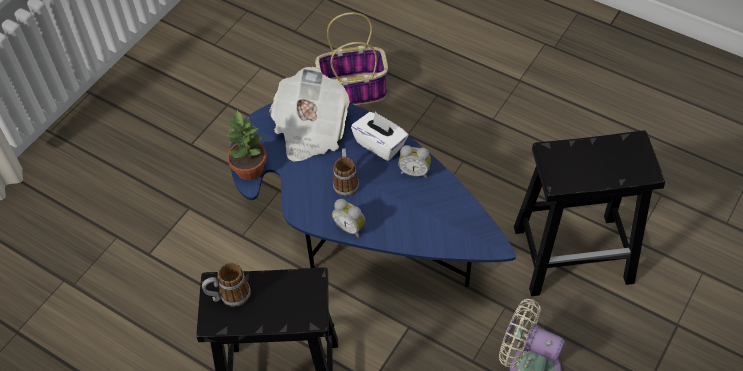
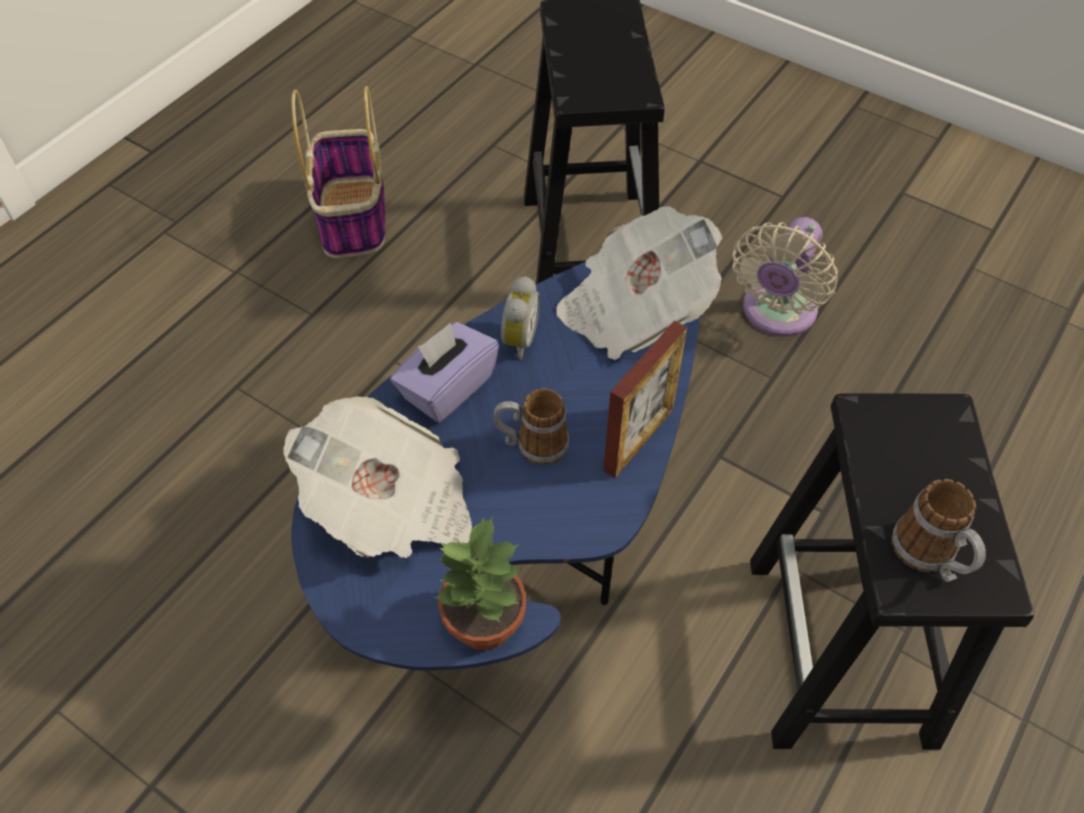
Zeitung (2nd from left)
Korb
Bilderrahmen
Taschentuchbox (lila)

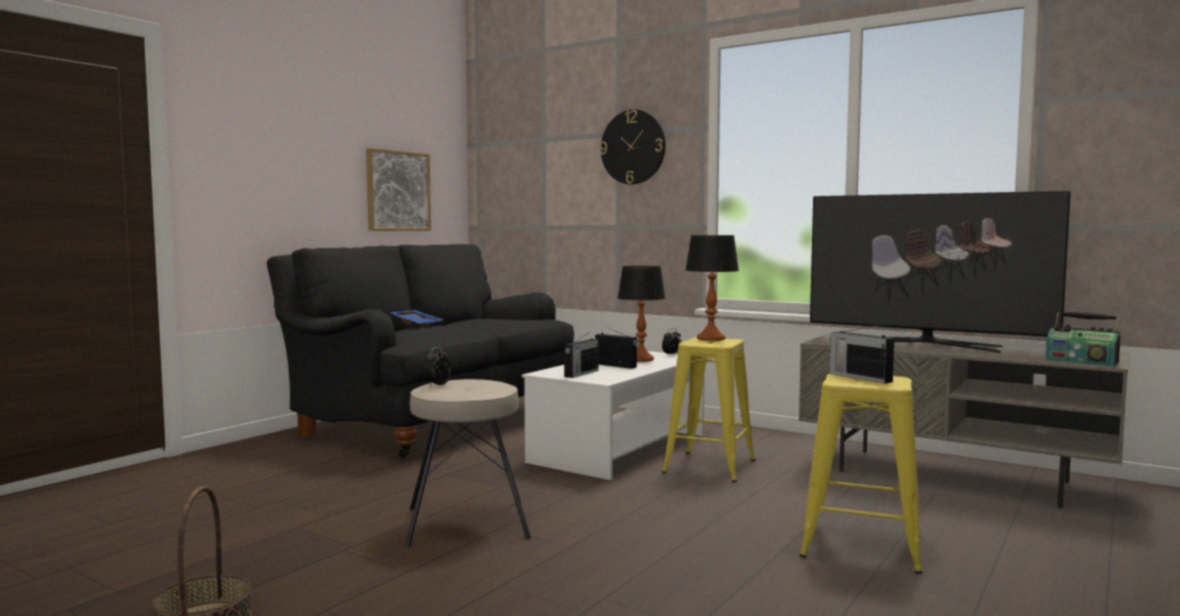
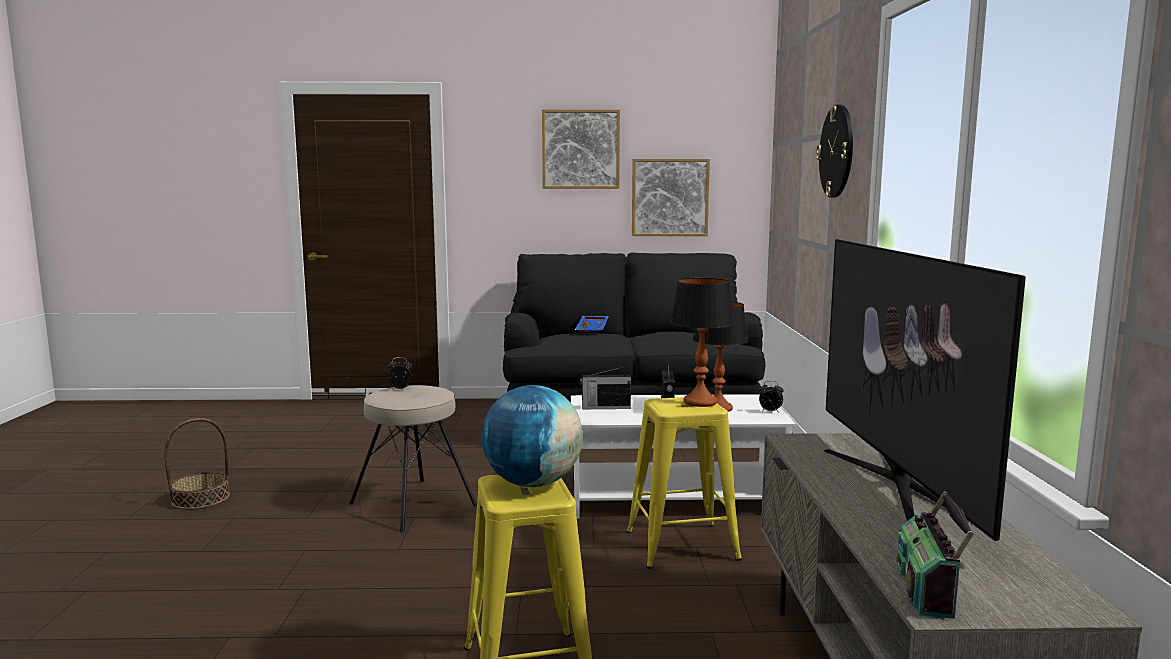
Bild (1st from left)
Globus

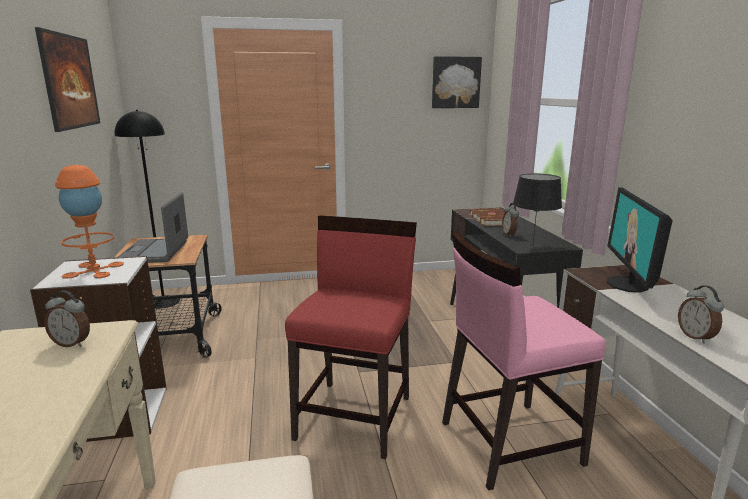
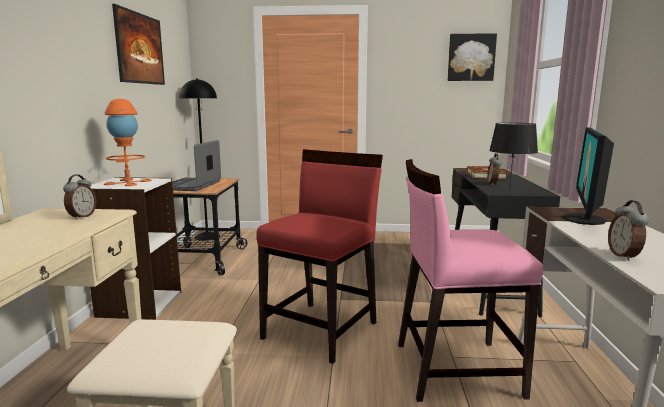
Wecker (1st from left)

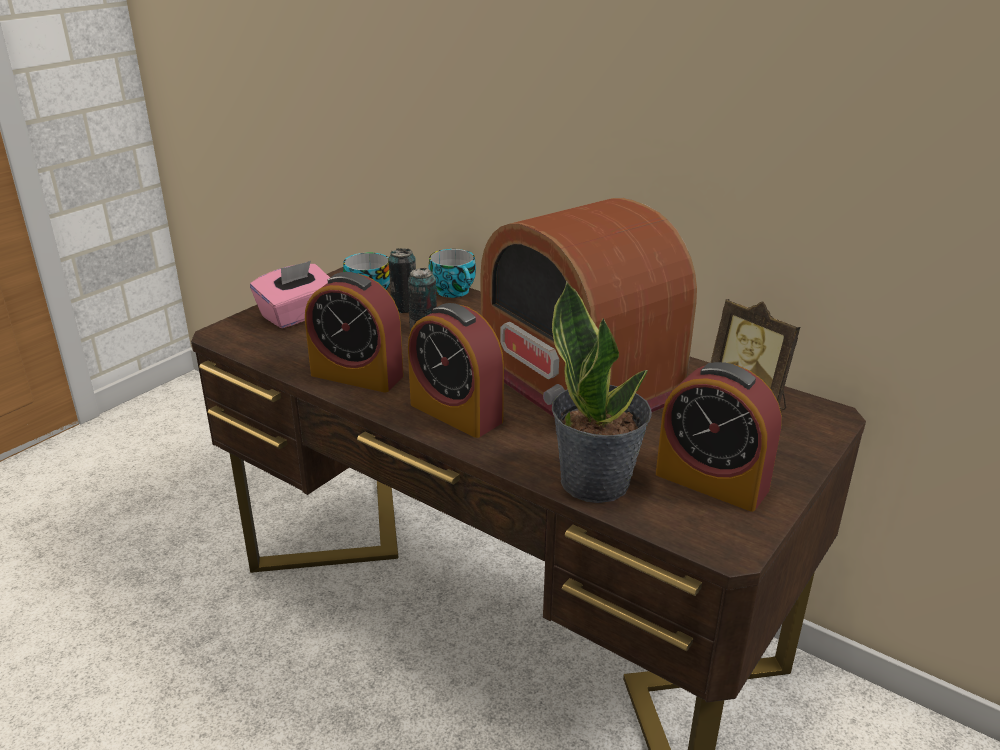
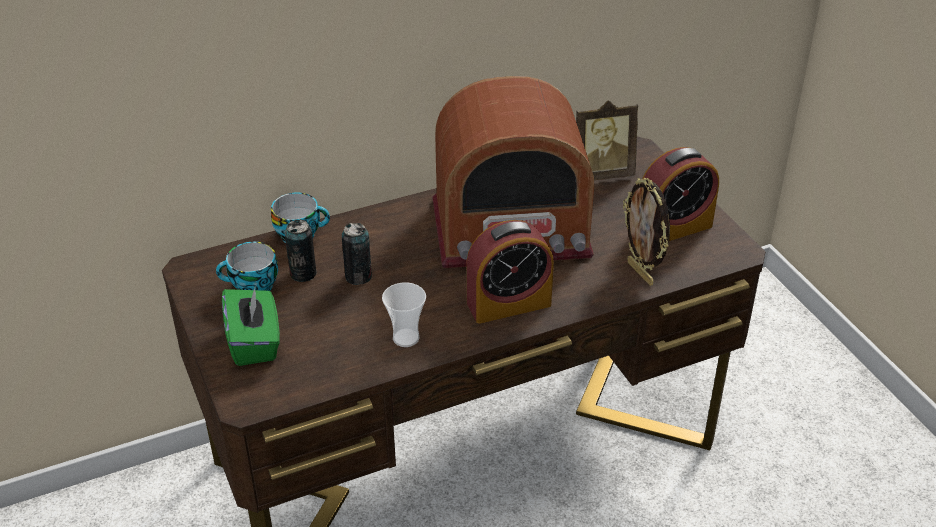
Tasse (3rd from left)
Bilderrahmen (2nd from left)
Taschentuchbox (grün)

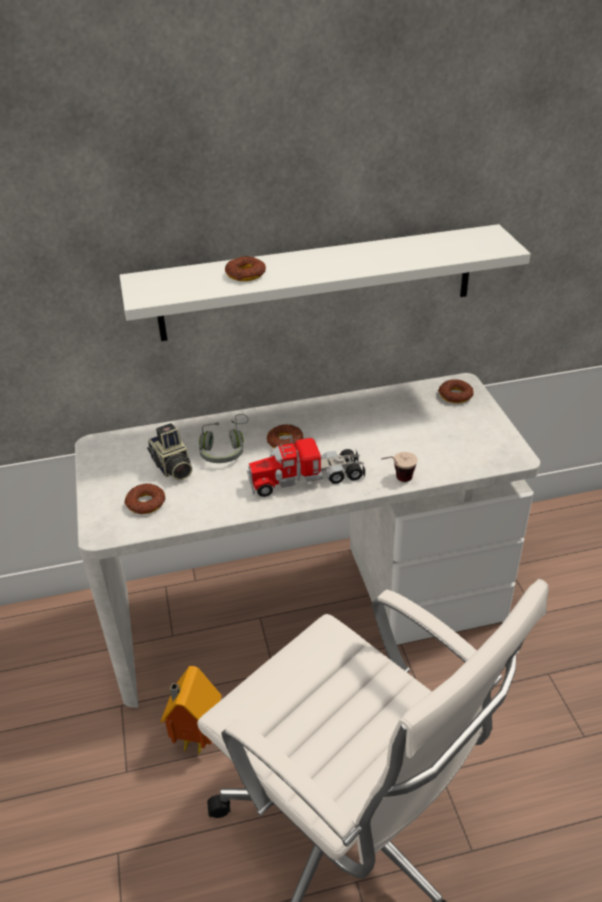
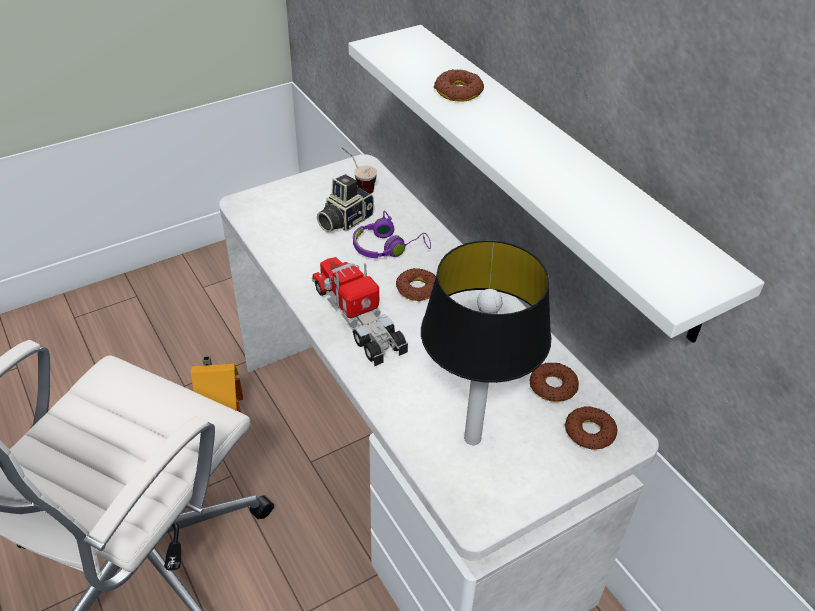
Tischlampe
Donut (3rd from left)
Tasse
Kopfhörer (lila)

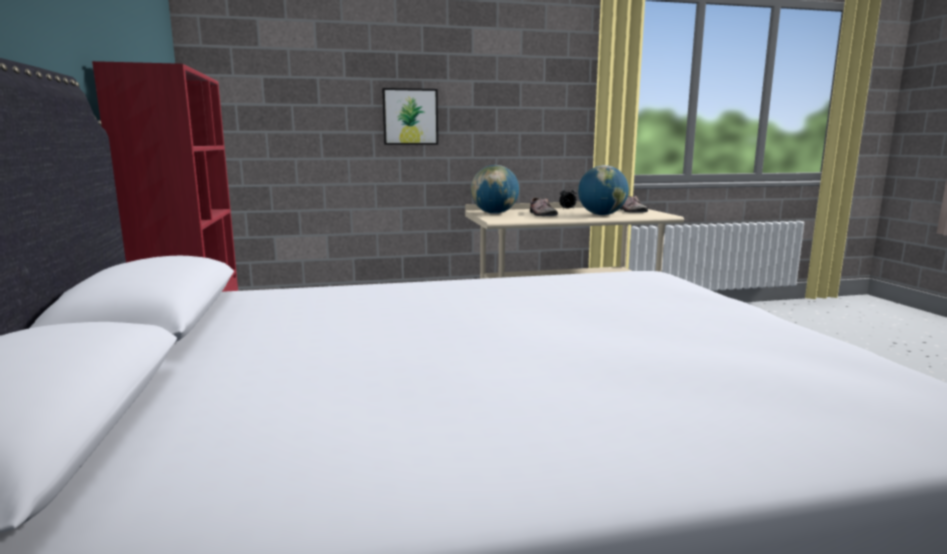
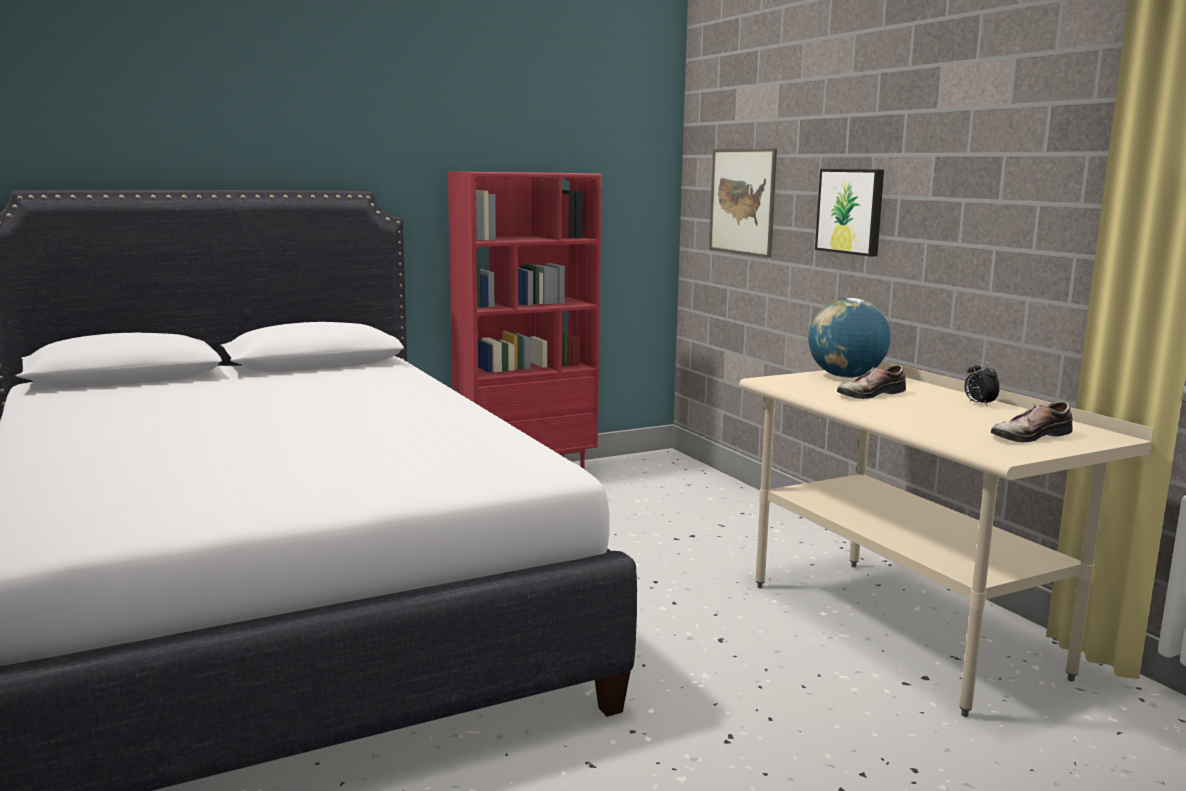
Globus (2nd from left in the first image)
Bild (1st from left)

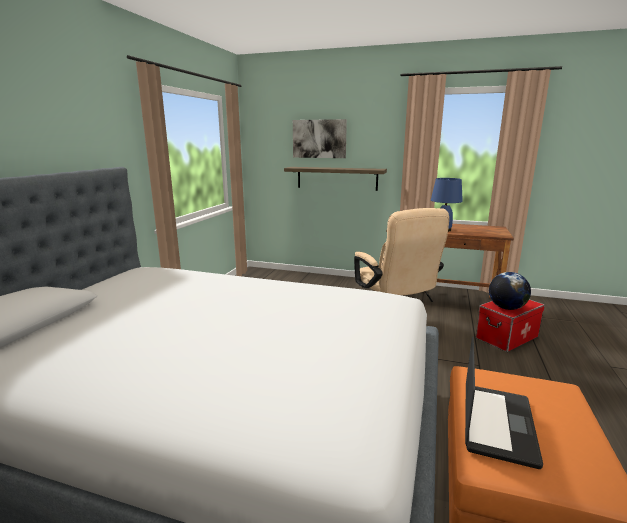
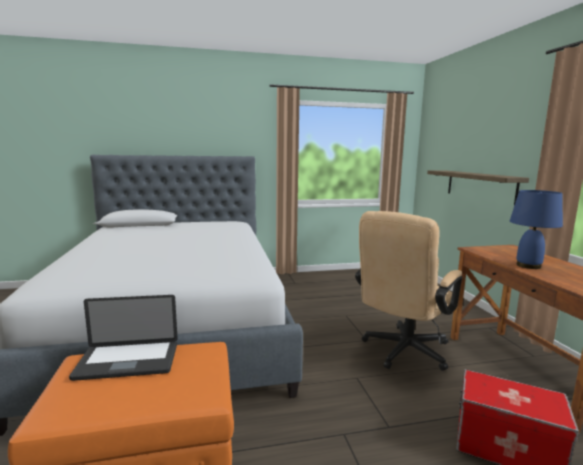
Bild
Globus

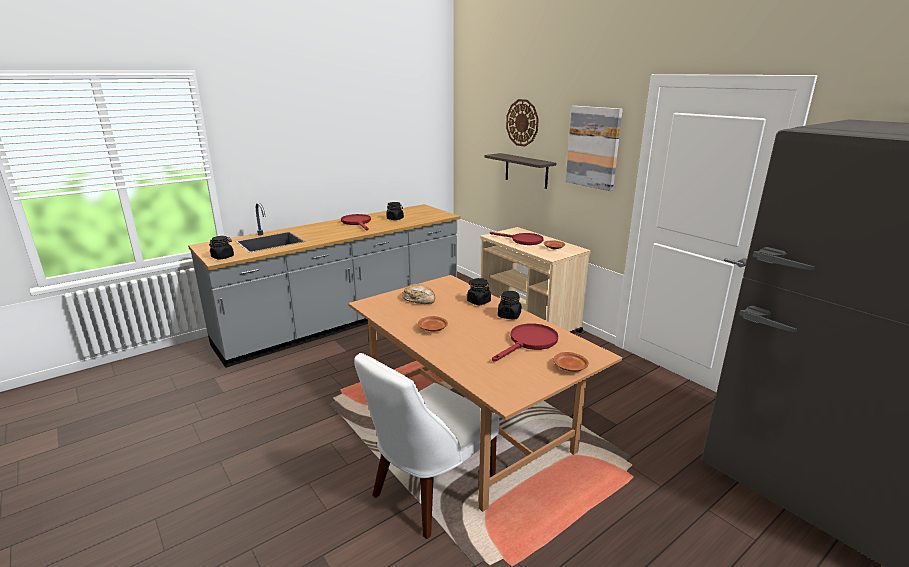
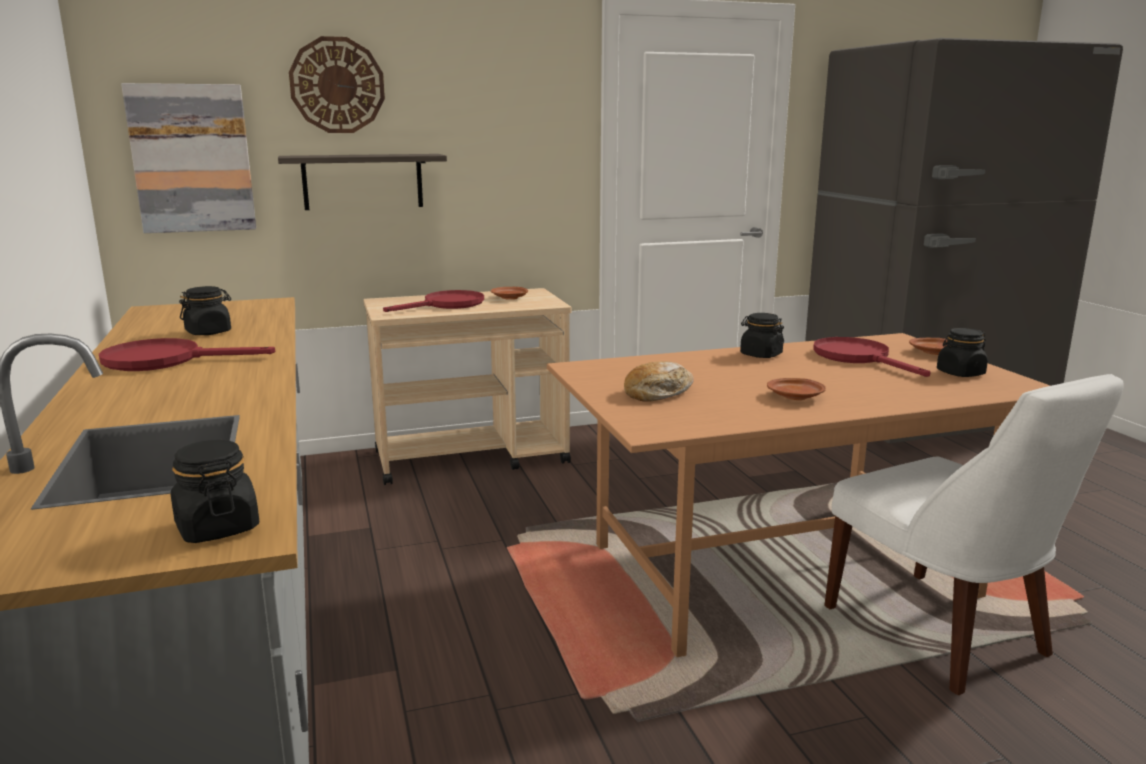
Vorratsglas (schwarz) (4th from left)
Bild

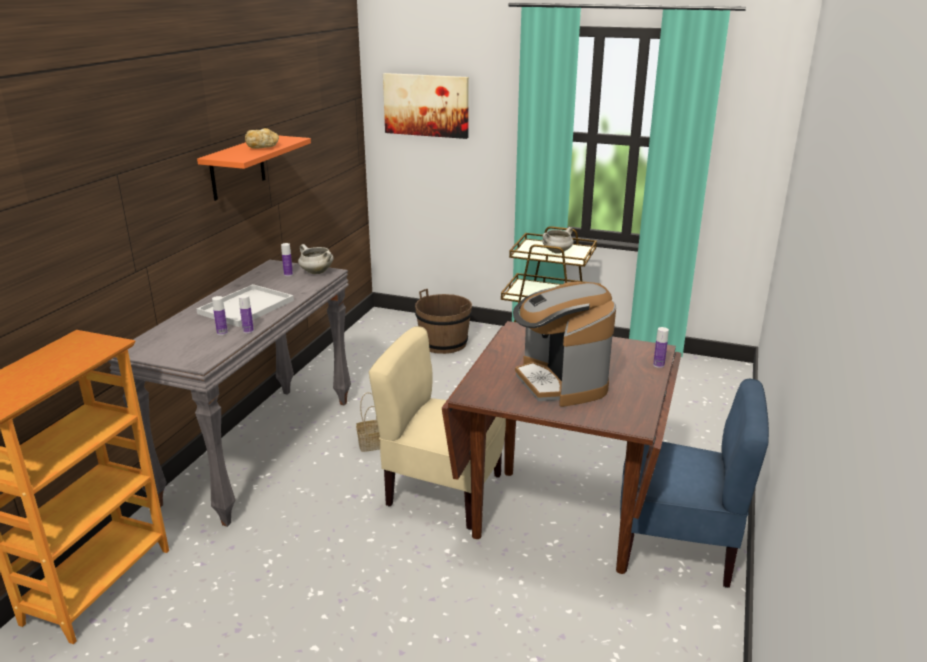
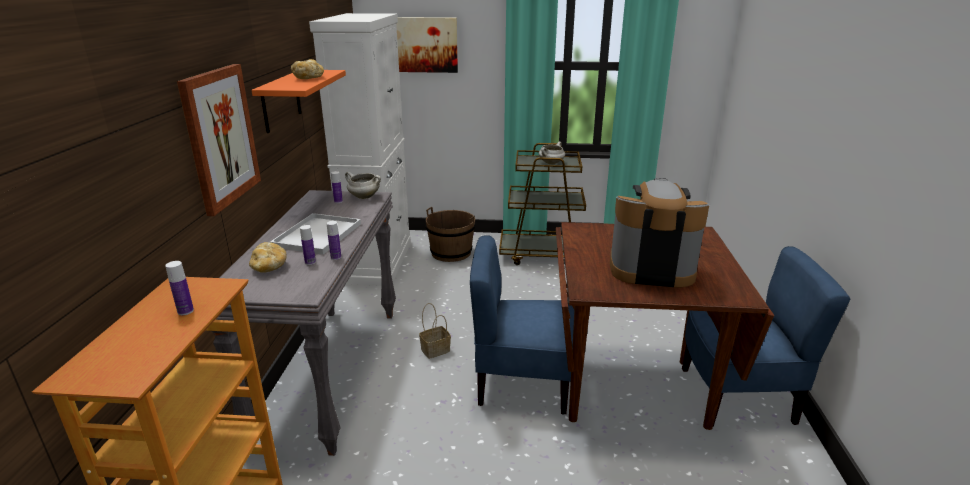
Bild (1st from left)
Brot (1st from left)
Schrank (weiß)
Flasche (1st from left)
Stuhl (blau) (1st from left)
Kaffeemaschine

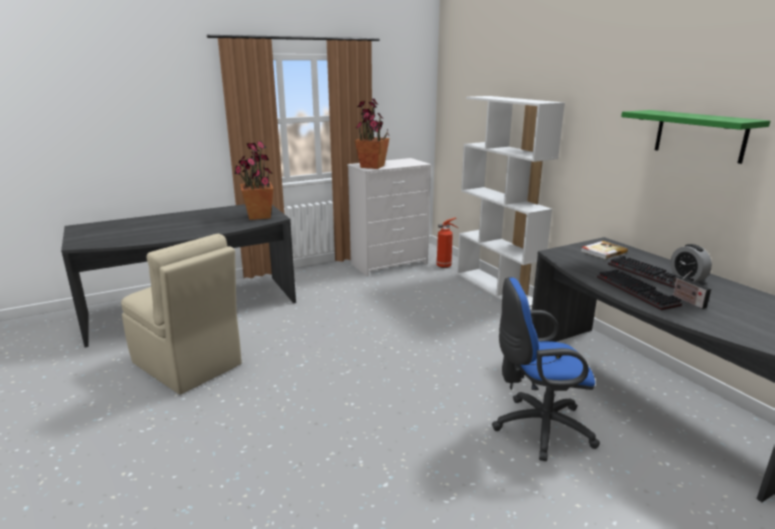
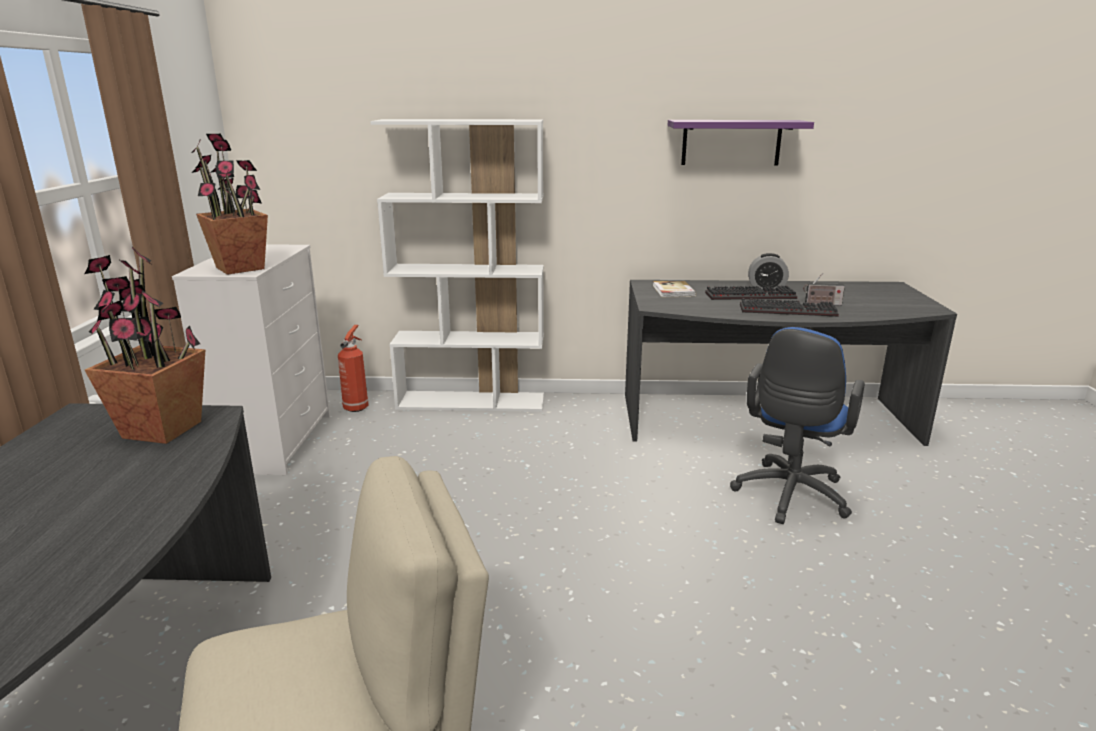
Wandregal (lila)

